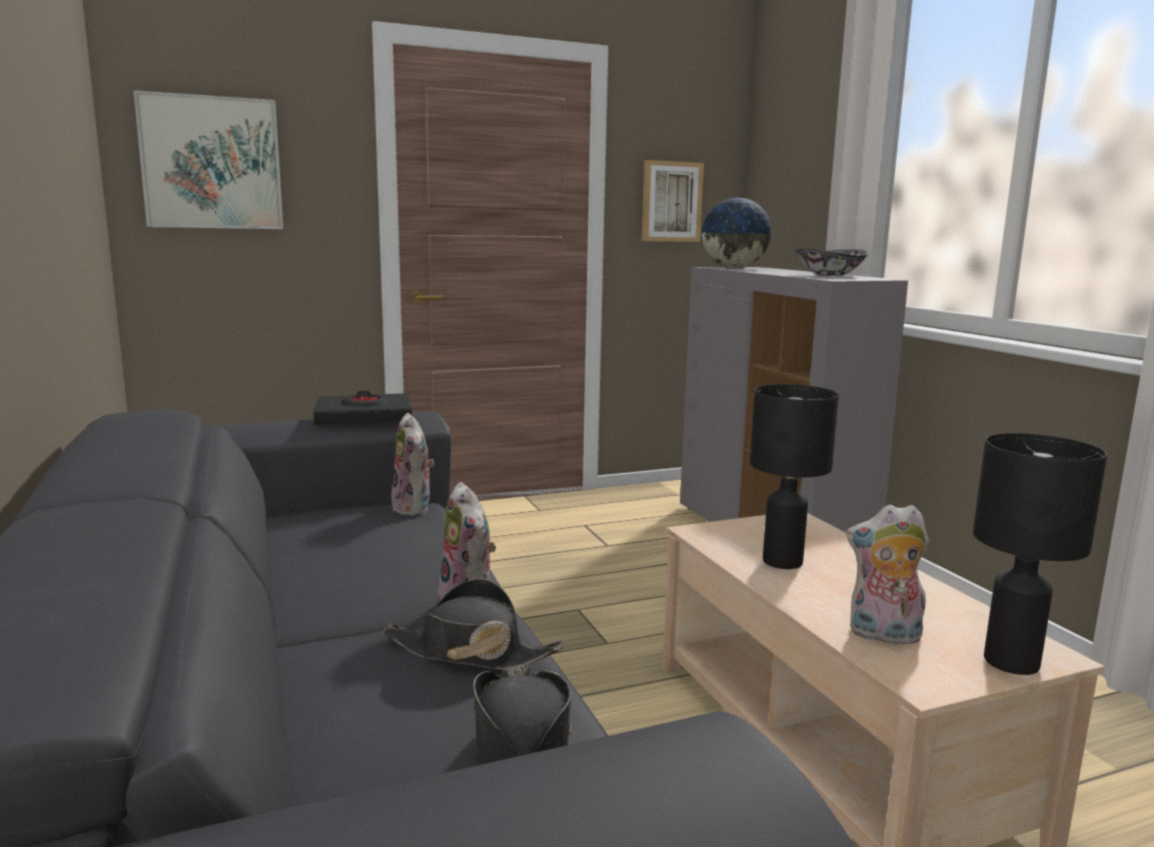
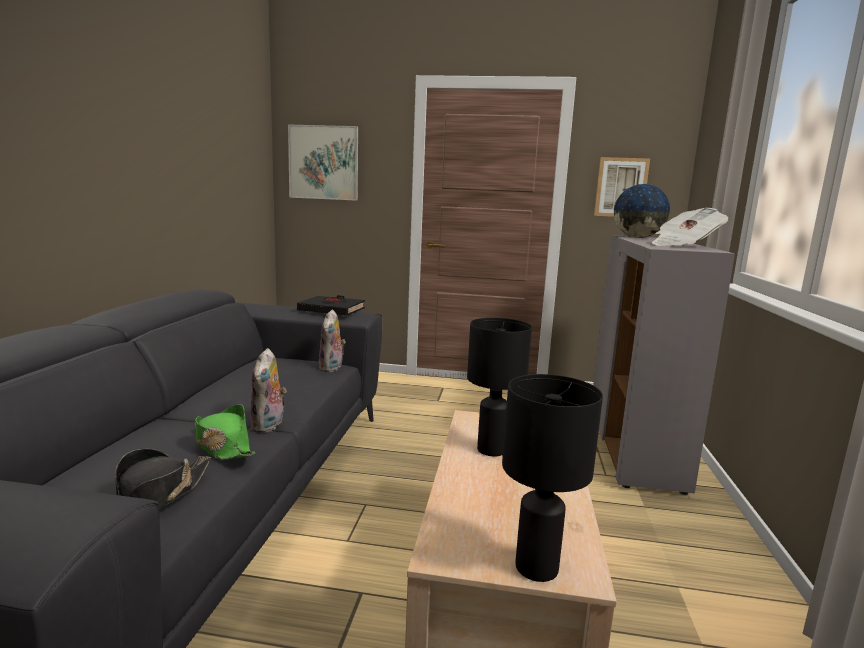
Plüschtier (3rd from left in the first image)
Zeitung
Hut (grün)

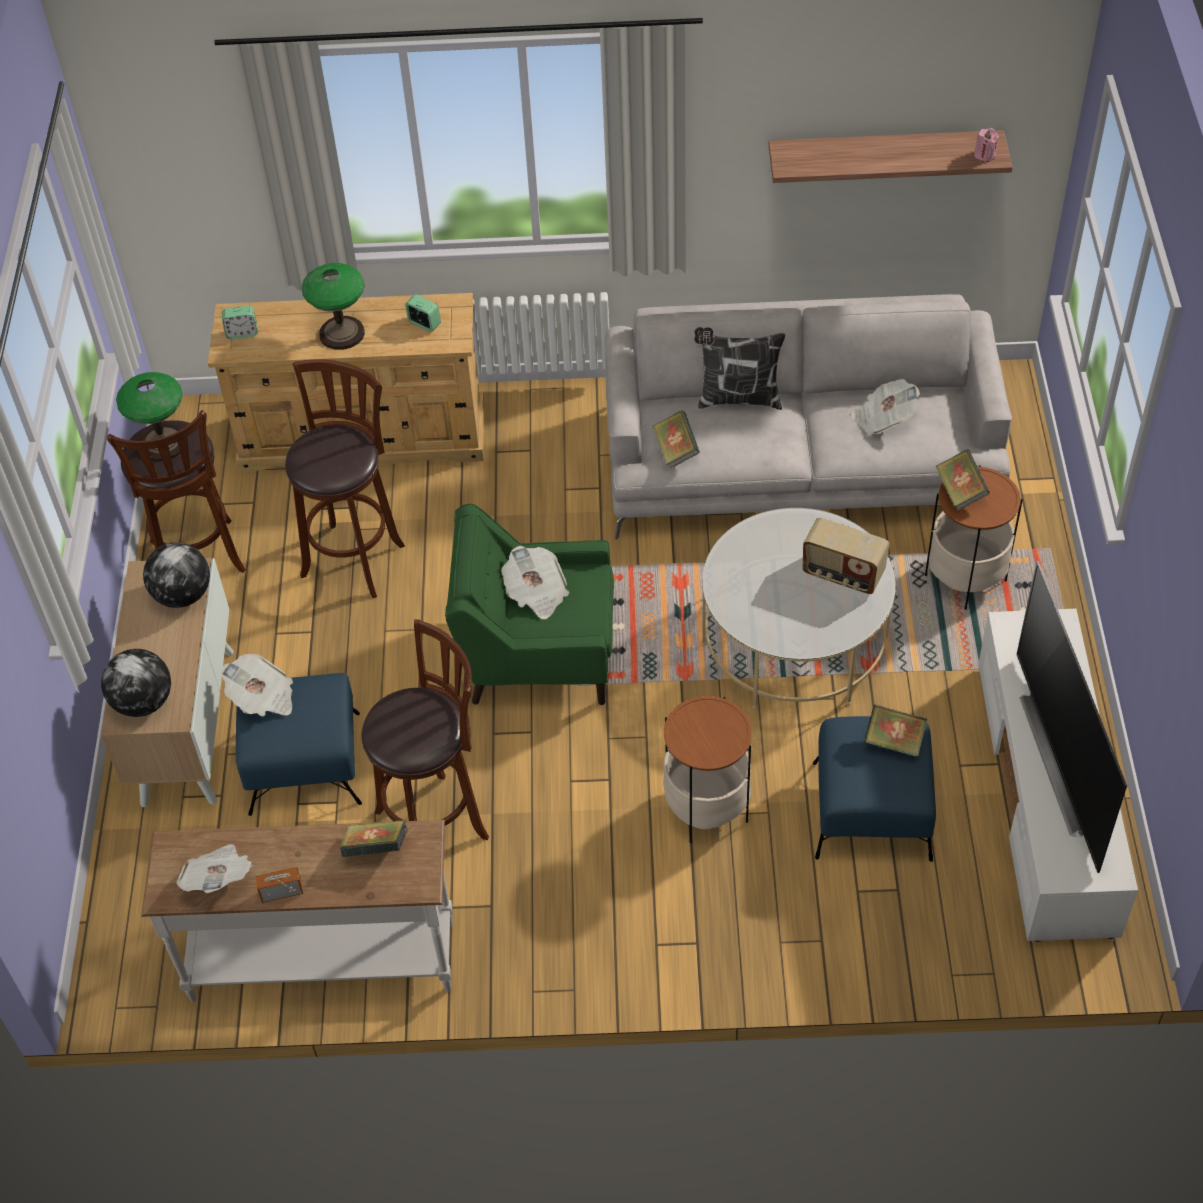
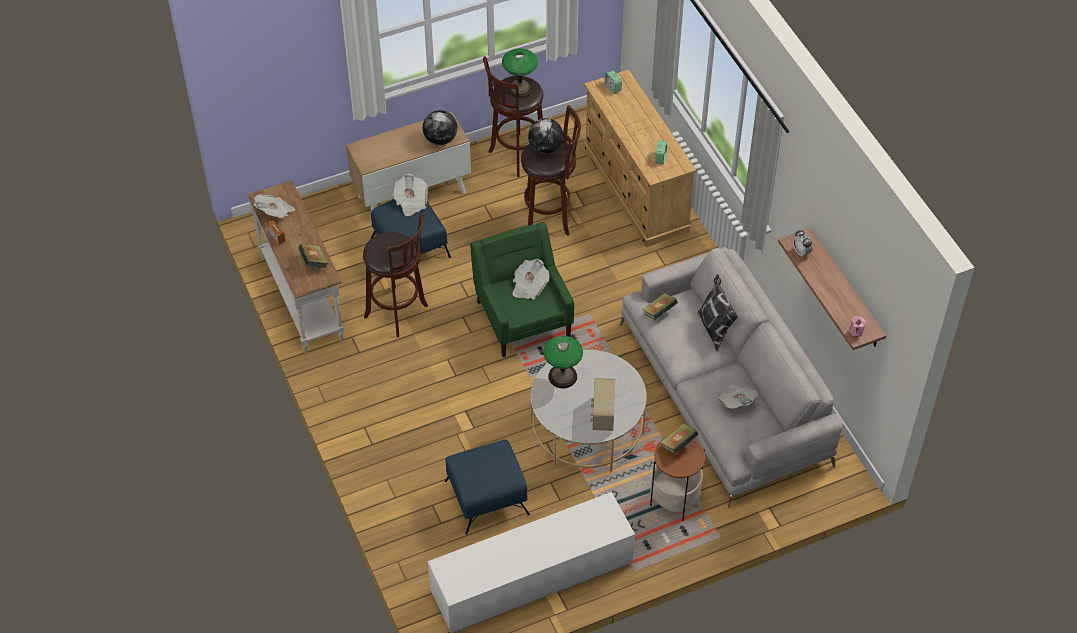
Beistelltisch (1st from left in the first image)
Buch (3rd from left in the first image)
Fernseher
Wecker (3rd from left)
Globus (2nd from left)
Tischlampe (2nd from left)

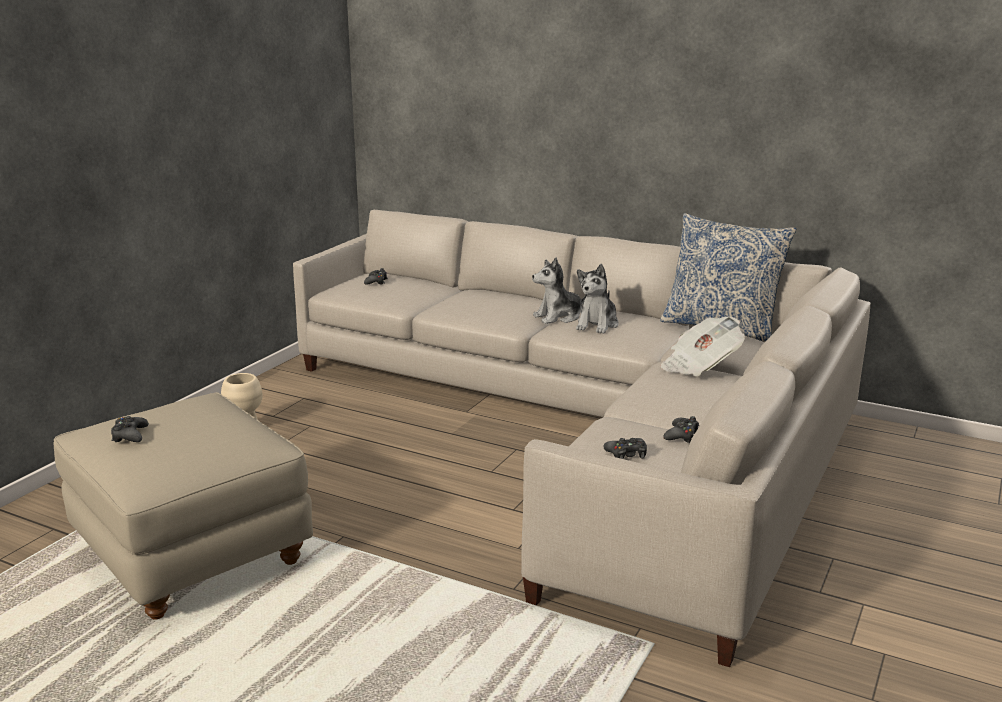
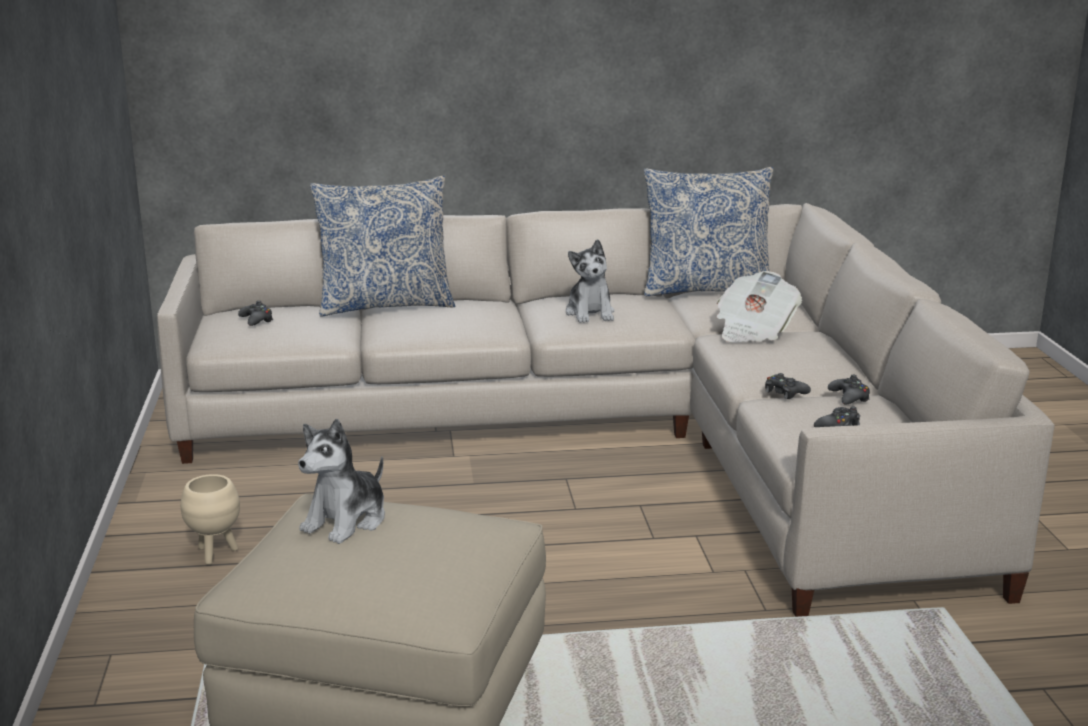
Kissen (1st from left)
Gamepad (schwarz) (2nd from left)
Plüschtier (1st from left)

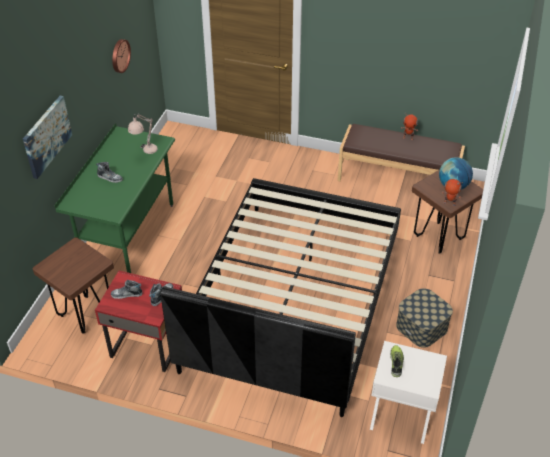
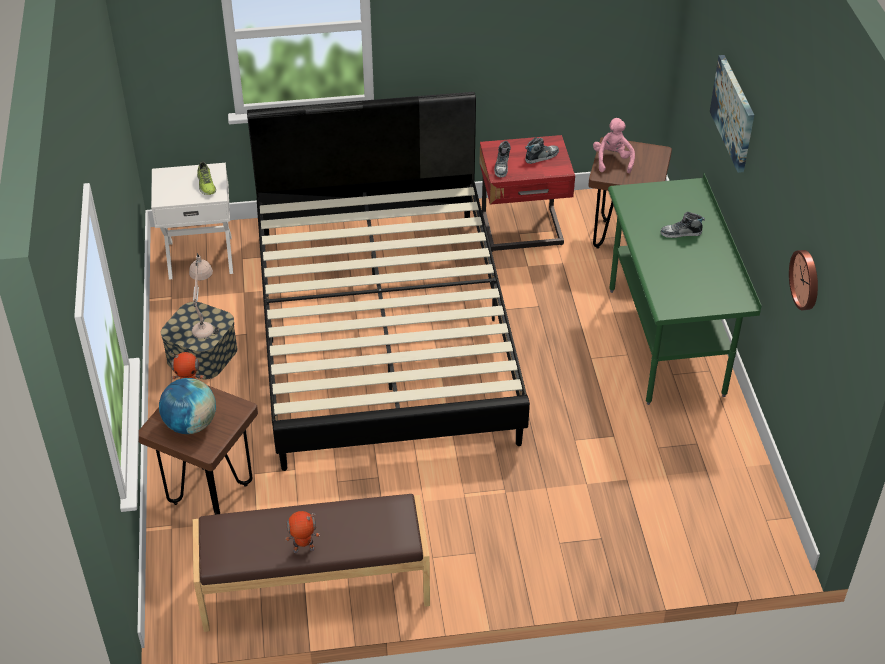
Plüschtier (rosa)
Tischlampe (beige)

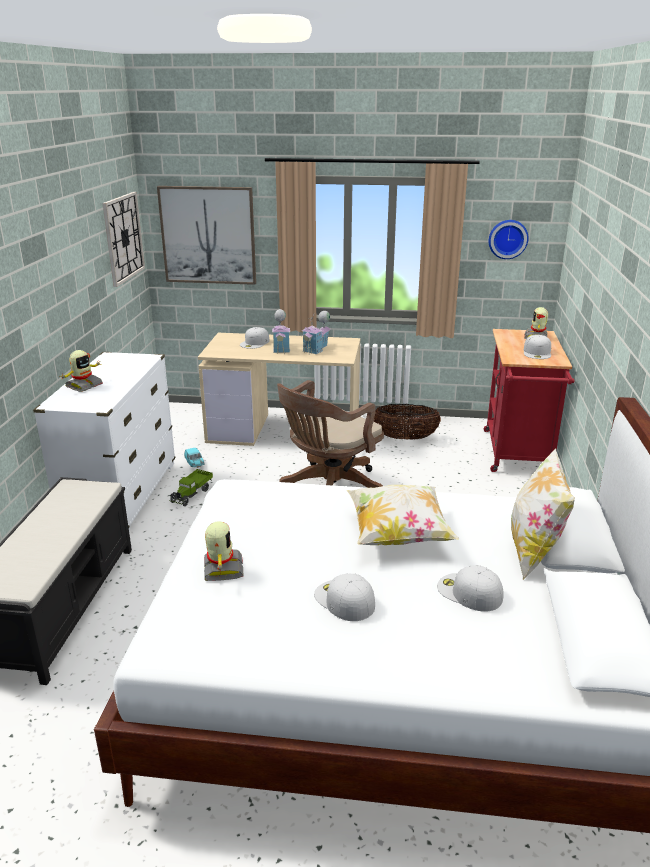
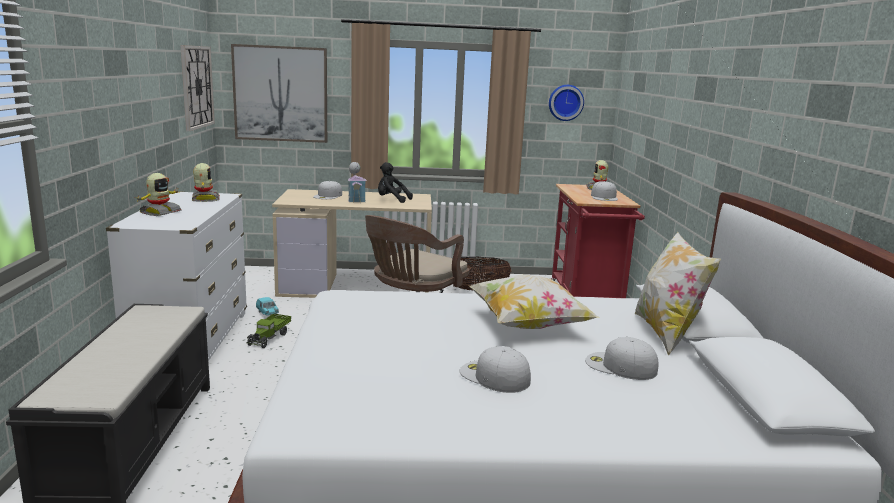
Spielzeugroboter (2nd from left)
Plüschtier (schwarz)

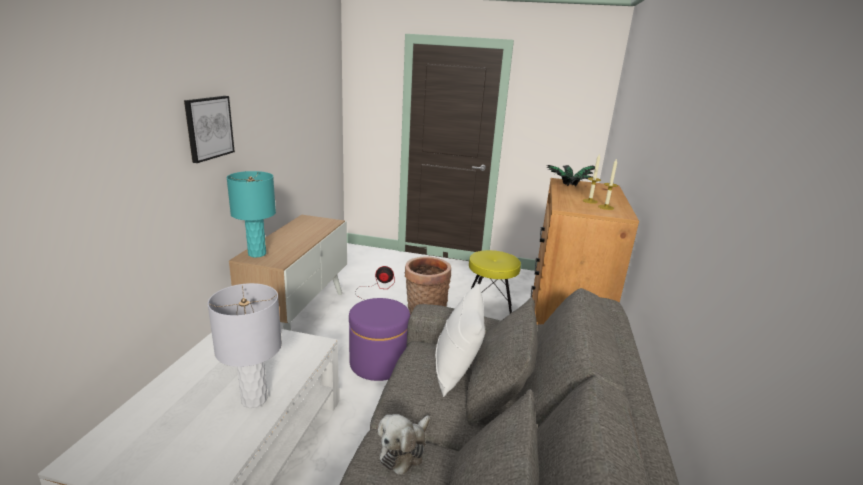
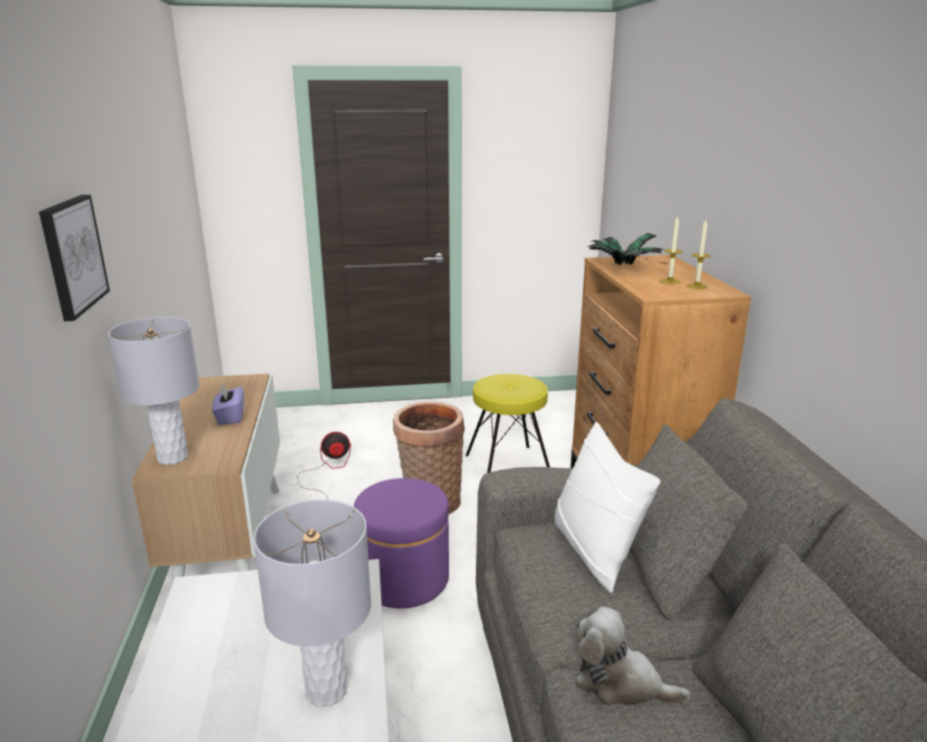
Taschentuchbox (lila)
Tischlampe (grau) (1st from left)
Plüschtier

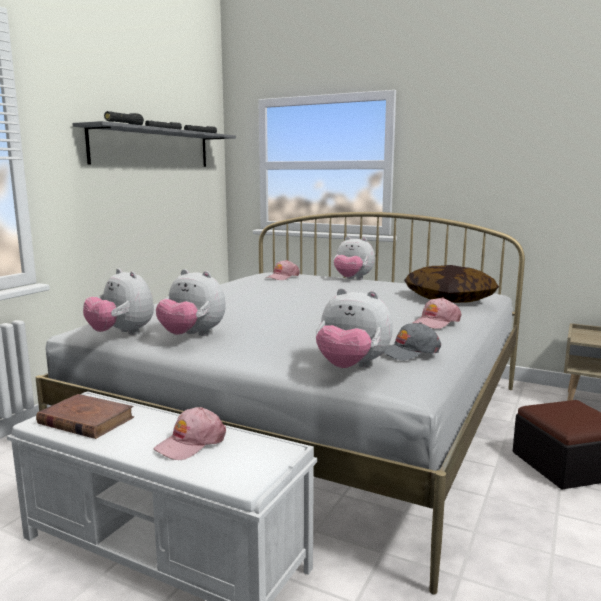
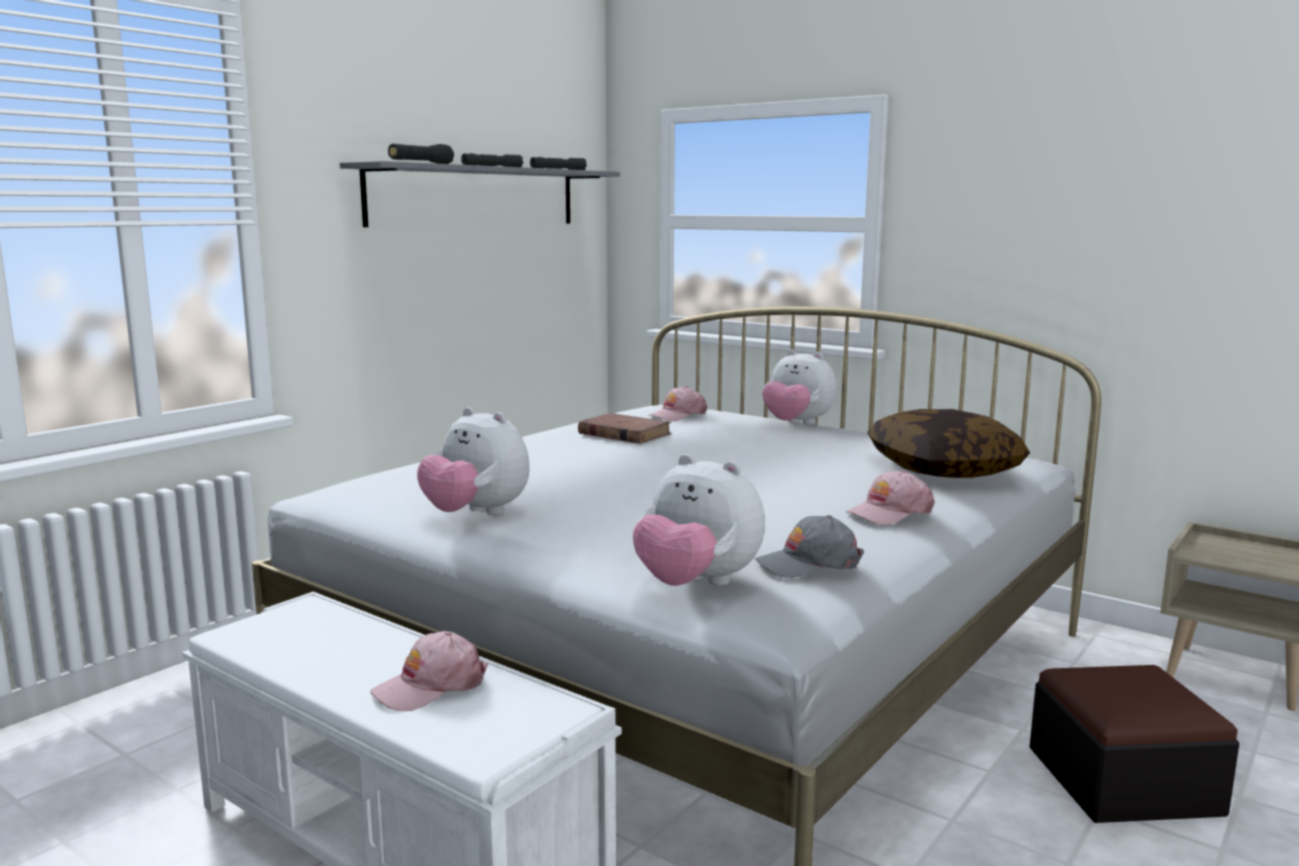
Plüschtier (1st from left in the first image)
Buch (braun)

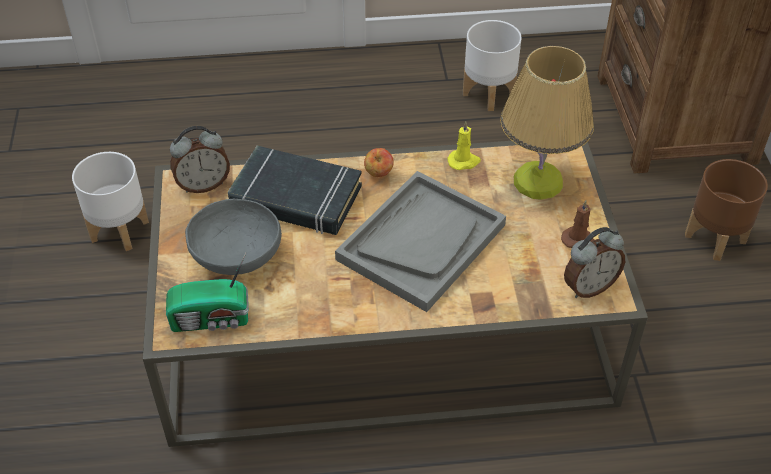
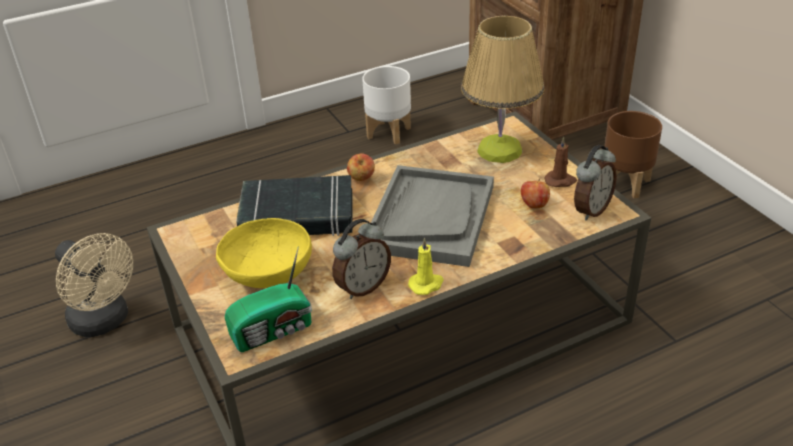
Apfel (2nd from left)
Wecker (1st from left)
Kerze (gelb)
Ventilator (beige)
Schüssel (gelb)

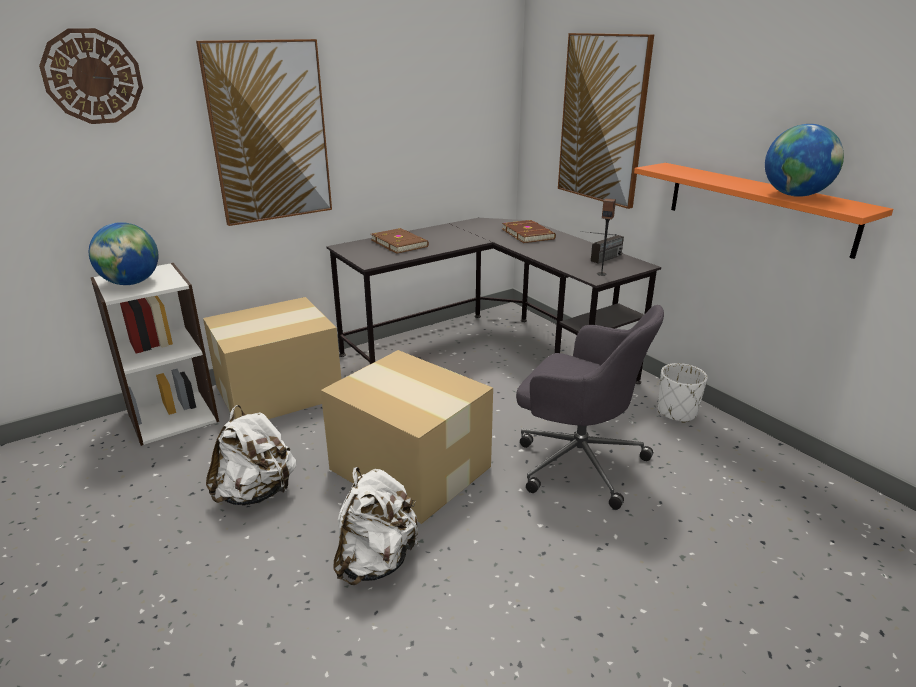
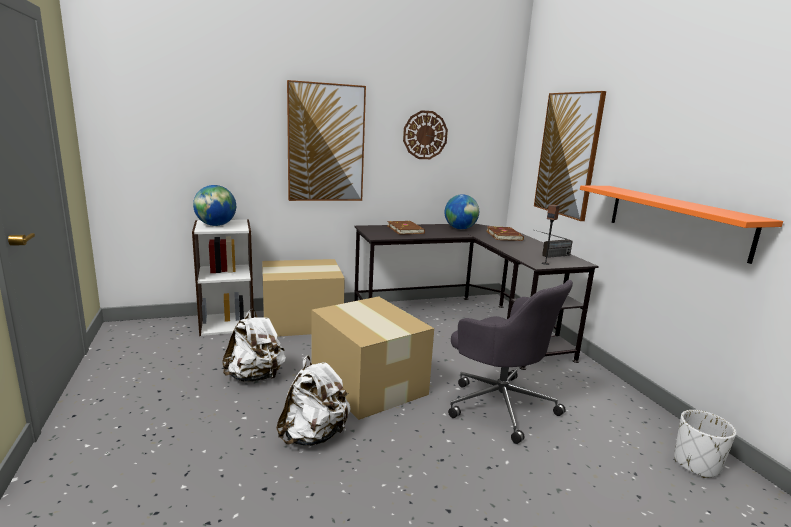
Wanduhr
Pflanzkübel (weiß)
Globus (2nd from left)

